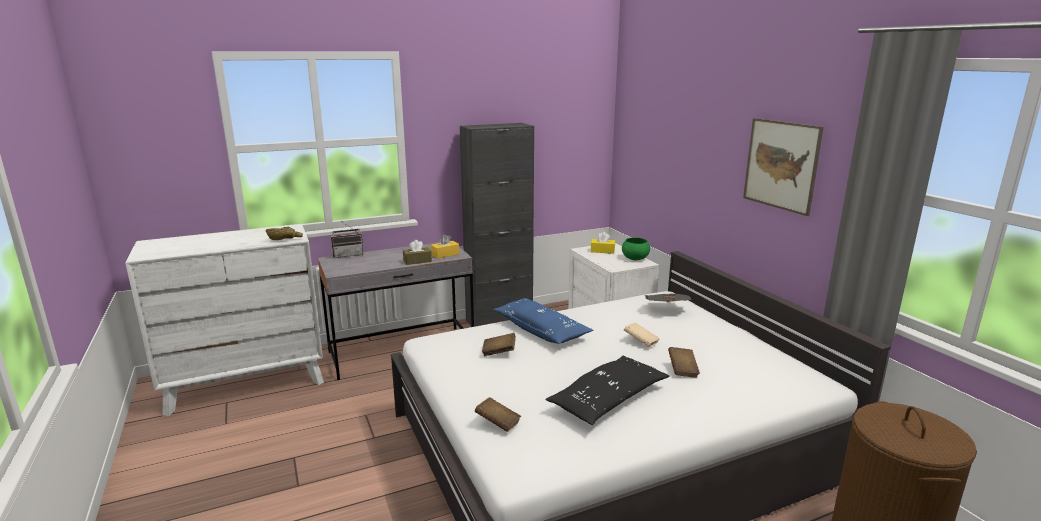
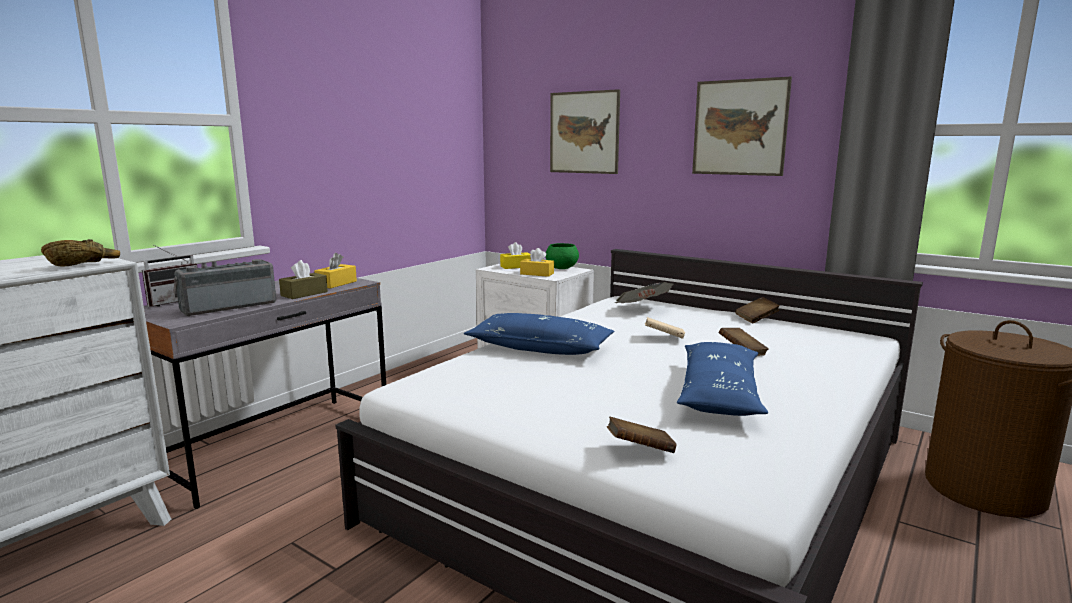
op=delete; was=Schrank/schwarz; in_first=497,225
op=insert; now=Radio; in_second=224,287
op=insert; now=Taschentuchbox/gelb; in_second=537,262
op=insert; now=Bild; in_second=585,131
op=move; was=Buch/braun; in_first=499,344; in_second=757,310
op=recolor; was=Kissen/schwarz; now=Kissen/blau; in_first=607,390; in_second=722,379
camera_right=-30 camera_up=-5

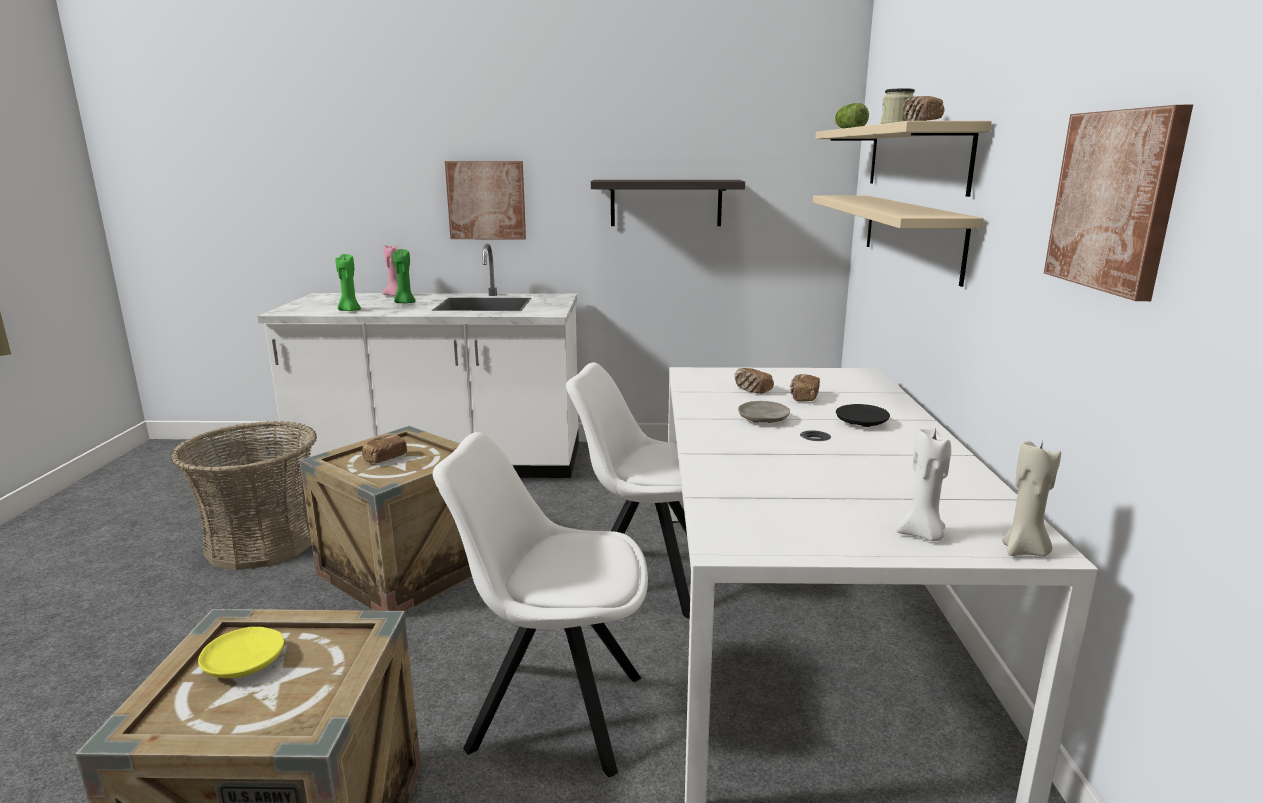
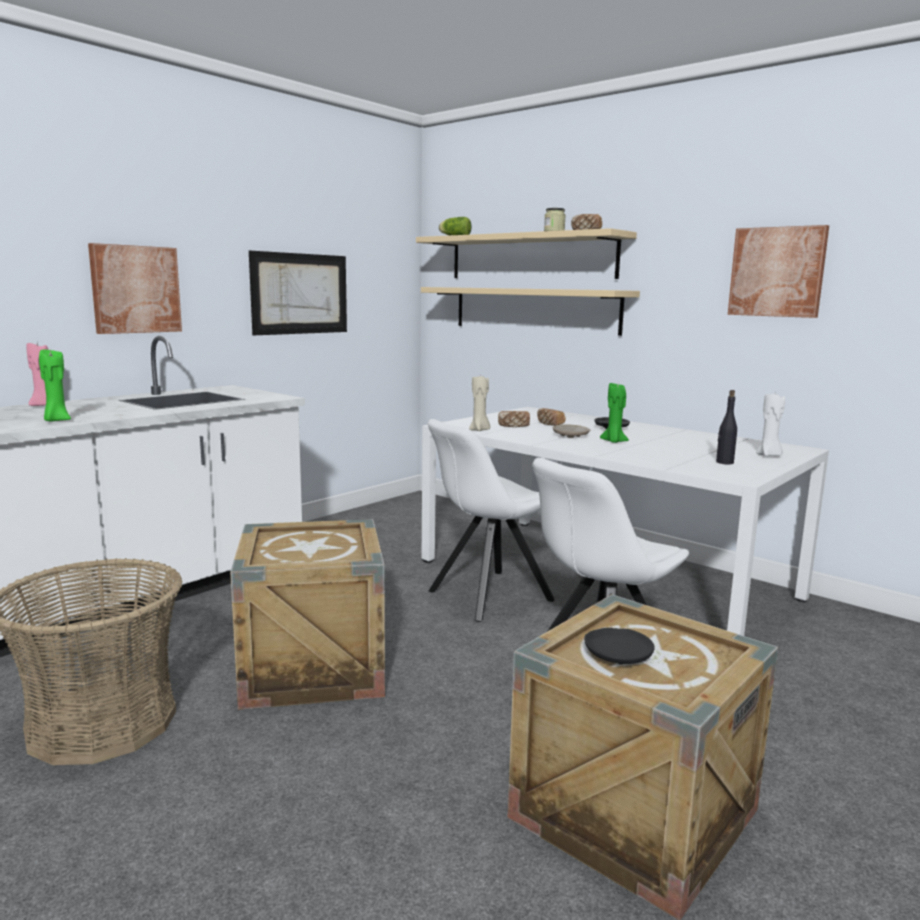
op=delete; was=Brot; in_first=384,449
op=insert; now=Flasche/schwarz; in_second=726,427
op=move; was=Kerze/grün; in_first=404,276; in_second=614,413
op=move; was=Kerze/beige; in_first=1031,498; in_second=479,402
op=replace; was=Wandregal; now=Bild; in_first=668,203; in_second=298,293
op=recolor; was=Teller/gelb; now=Teller/schwarz; in_first=241,652; in_second=619,646
camera_right=-50 camera_up=-5

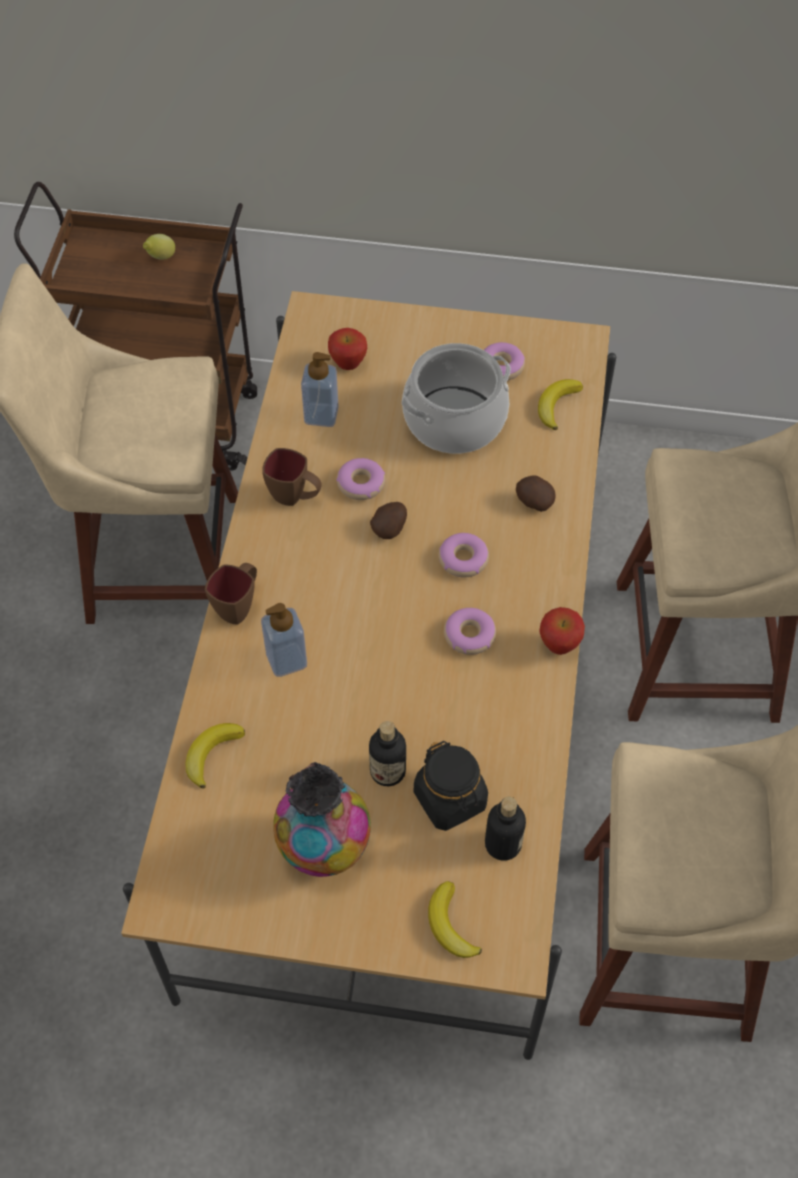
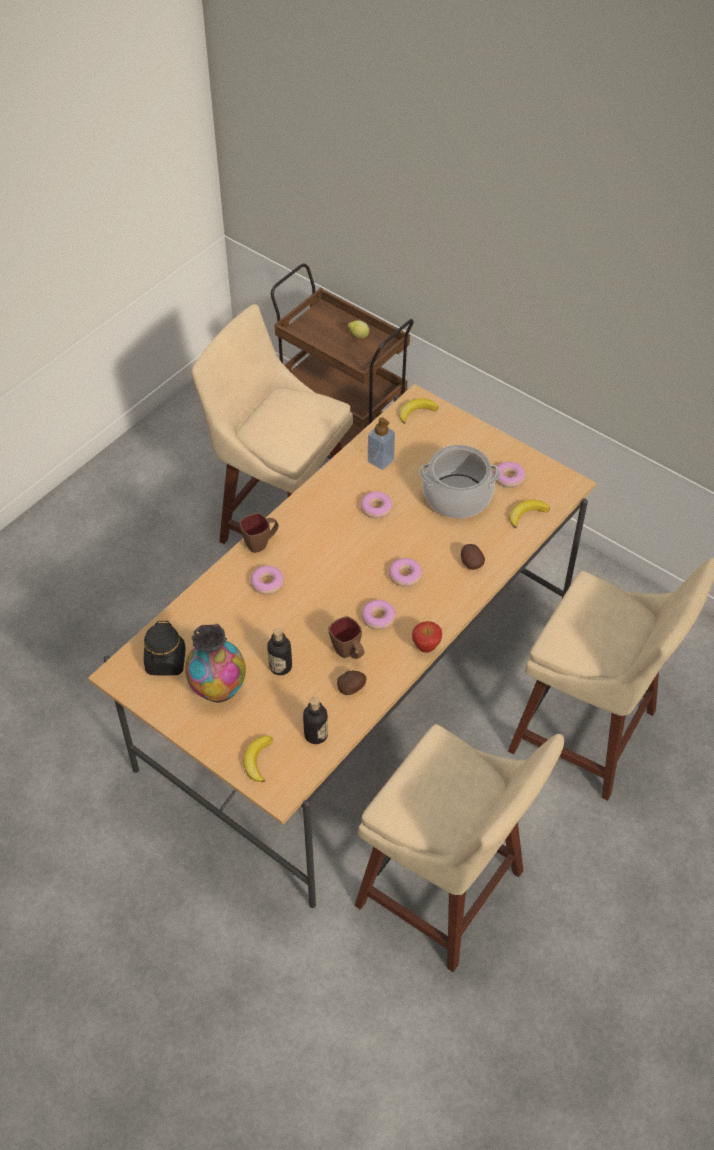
op=delete; was=Apfel; in_first=347,349
op=move; was=Banane; in_first=215,756; in_second=418,411
op=move; was=Henkelbecher/braun; in_first=292,477; in_second=346,637
op=move; was=Kartoffel; in_first=388,520; in_second=351,683
op=move; was=Vorratsglas/schwarz; in_first=451,786; in_second=165,648
op=replace; was=Seifenspender; now=Donut; in_first=284,640; in_second=267,580
camera_right=30 camera_up=-5

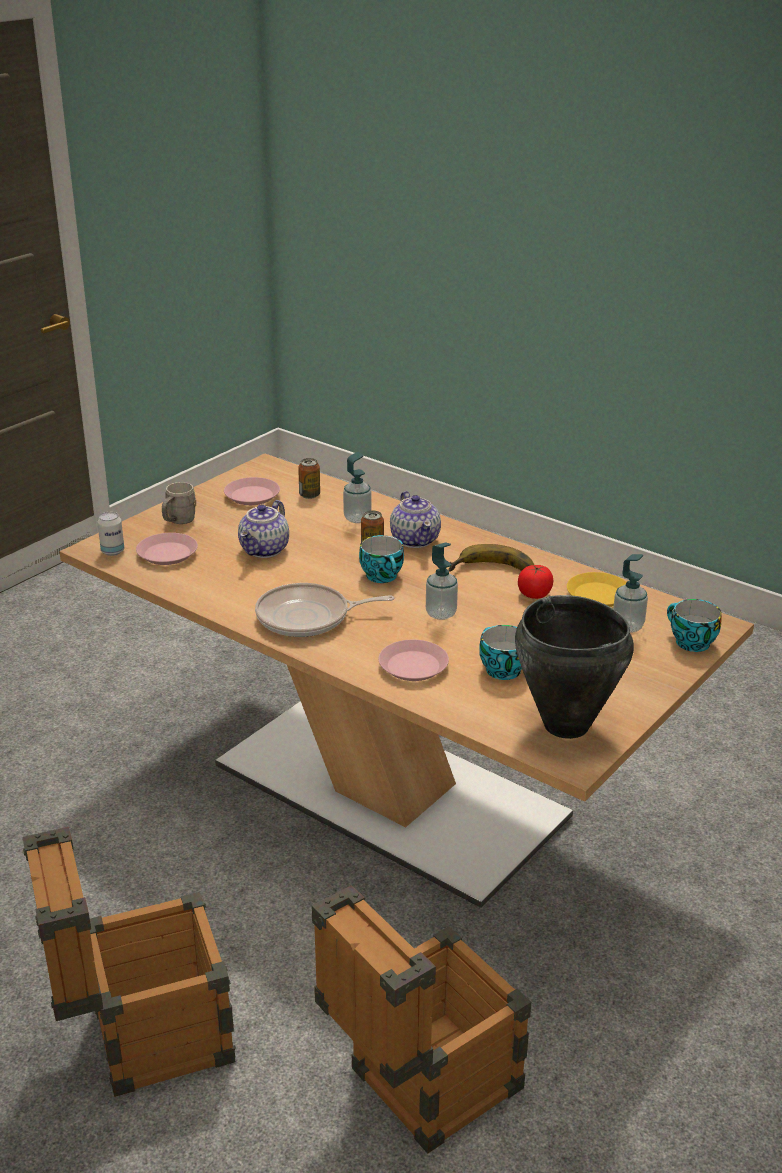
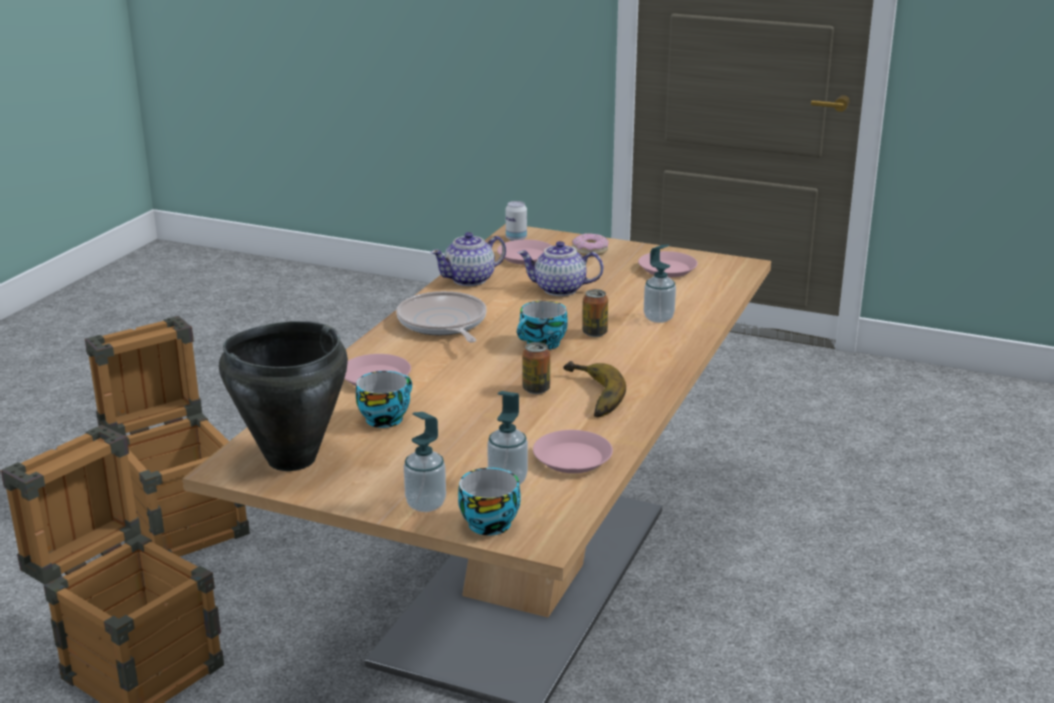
op=delete; was=Tomate; in_first=535,582
op=move; was=Dose; in_first=309,478; in_second=536,368
op=move; was=Teekanne; in_first=415,519; in_second=468,259
op=move; was=Seifenspender; in_first=442,581; in_second=425,462
op=replace; was=Henkelbecher/grau; now=Donut; in_first=179,503; in_second=590,244
op=recolor; was=Teller/gelb; now=Teller/rosa; in_first=596,589; in_second=573,451
camera_right=75 camera_up=-5

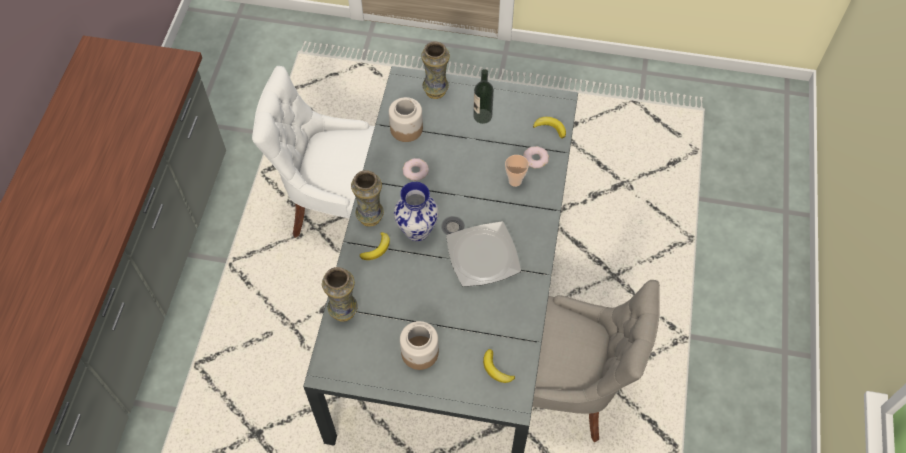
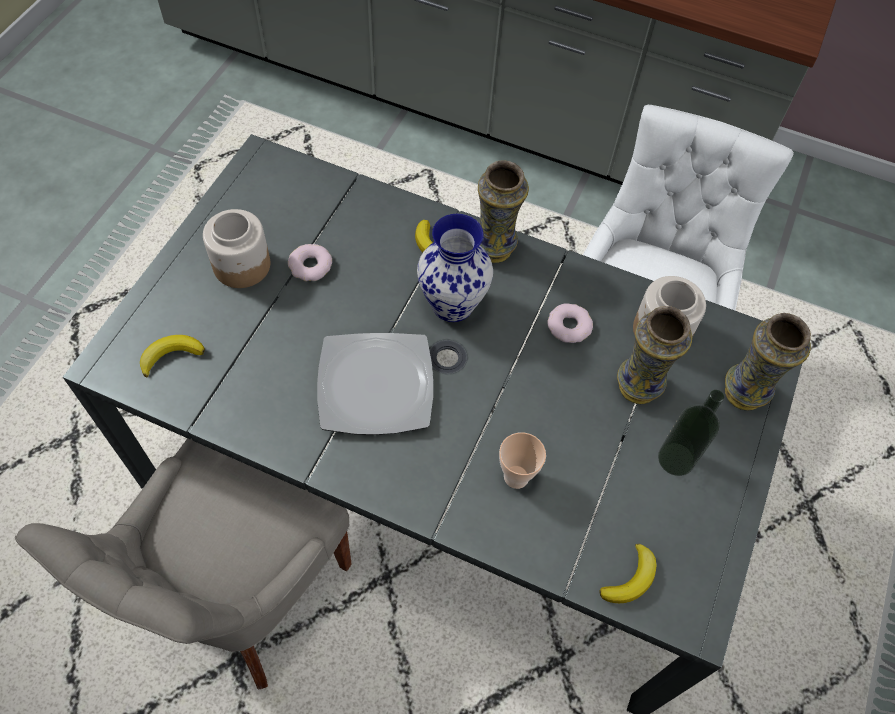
op=move; was=Vase; in_first=340,294; in_second=654,355
op=move; was=Donut; in_first=536,157; in_second=310,262
camera_right=100 camera_up=0

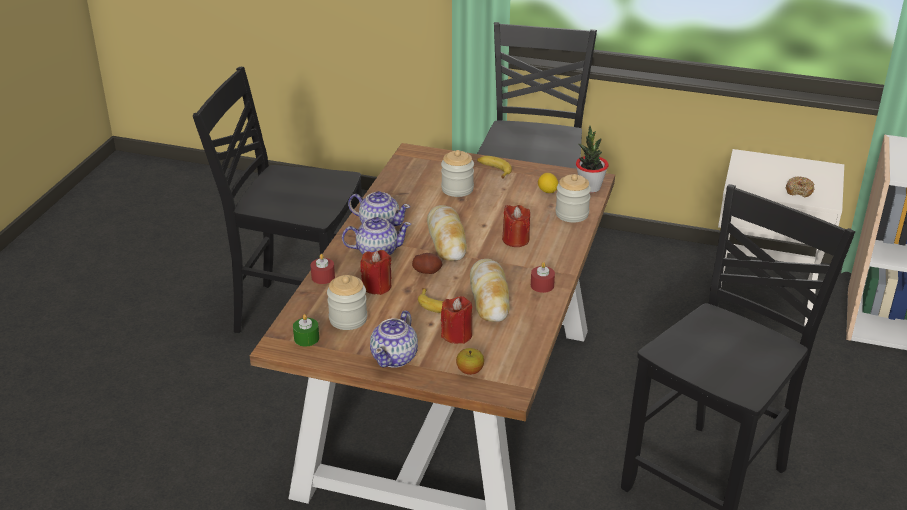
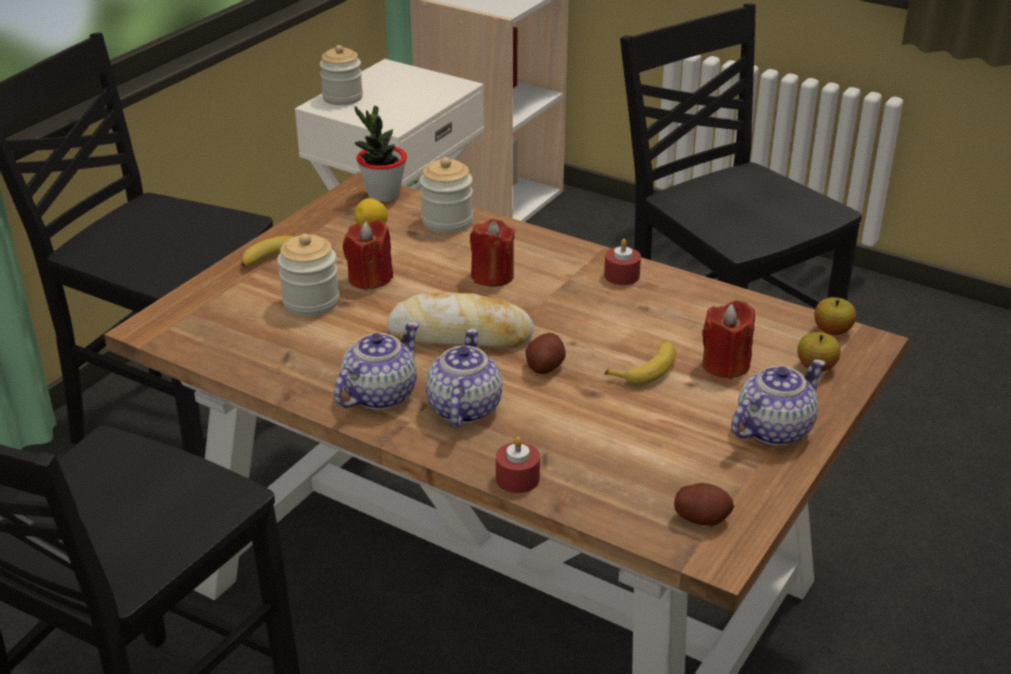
op=delete; was=Brot; in_first=490,290
op=delete; was=Donut; in_first=800,186
op=insert; now=Apfel; in_second=835,316
op=move; was=Vorratsglas; in_first=347,302; in_second=341,75
op=move; was=Kerze/rot; in_first=376,272; in_second=368,255
op=replace; was=Kerze/grün; now=Kartoffel; in_first=306,330; in_second=704,504
op=rotate; was=Teekanne; in_first=394,339; in_second=778,402; clockwise=-75
camera_right=-75 camera_up=0

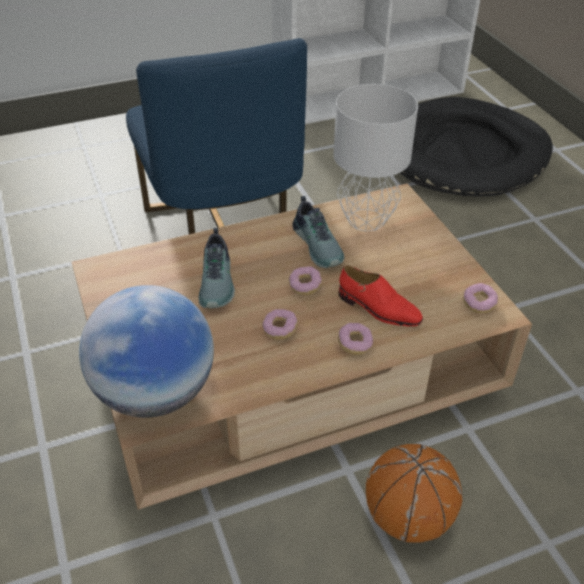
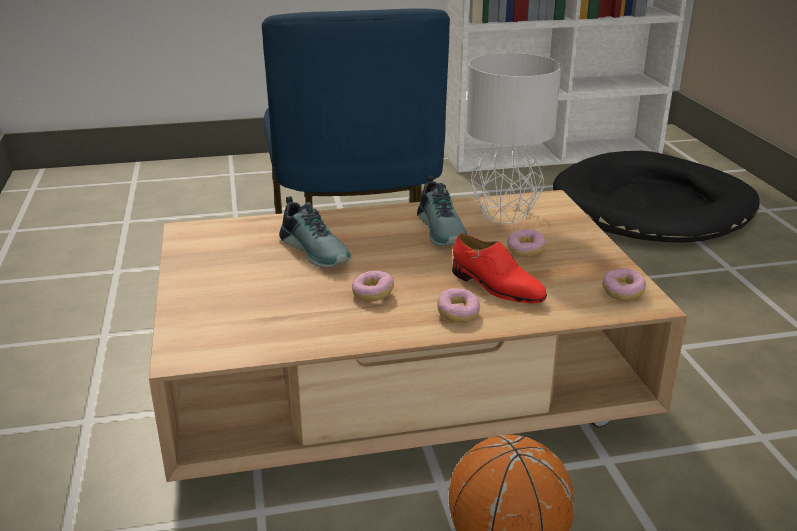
op=delete; was=Globus; in_first=146,351
op=move; was=Donut; in_first=305,280; in_second=526,243
op=rotate; was=Schuh; in_first=217,268; in_second=315,232; clockwise=-45
camera_right=10 camera_up=-15

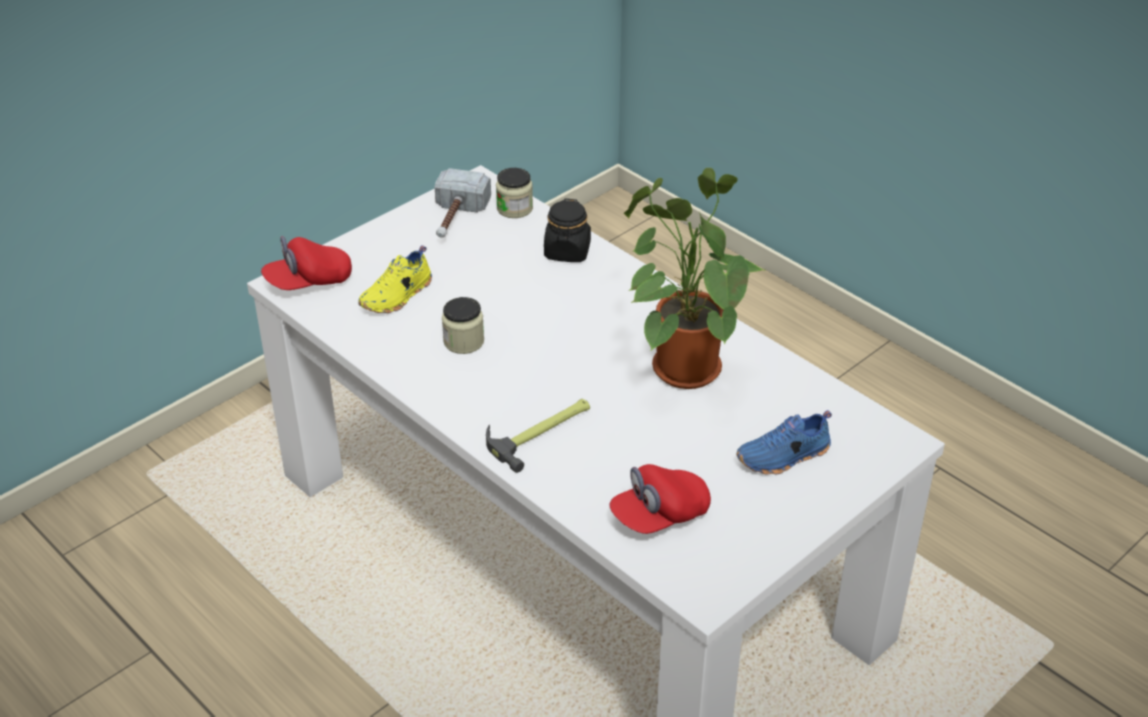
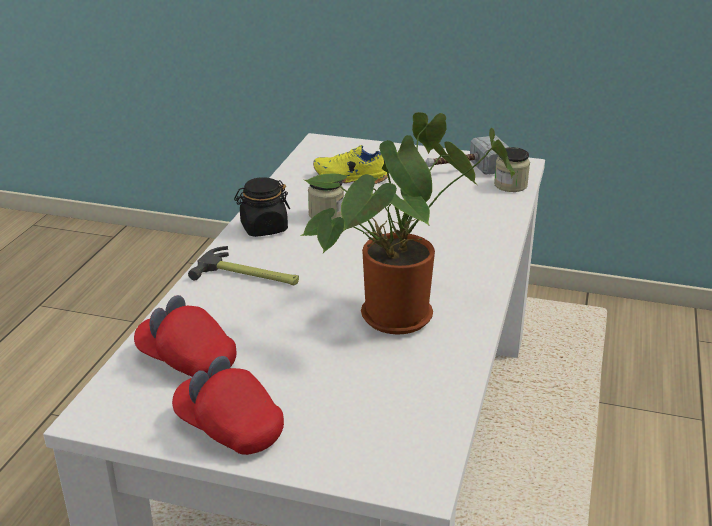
op=delete; was=Schuh/blau; in_first=784,442
op=move; was=Kappe/rot; in_first=306,263; in_second=228,405
op=move; was=Vorratsglas/schwarz; in_first=567,230; in_second=262,207
camera_right=60 camera_up=-10

